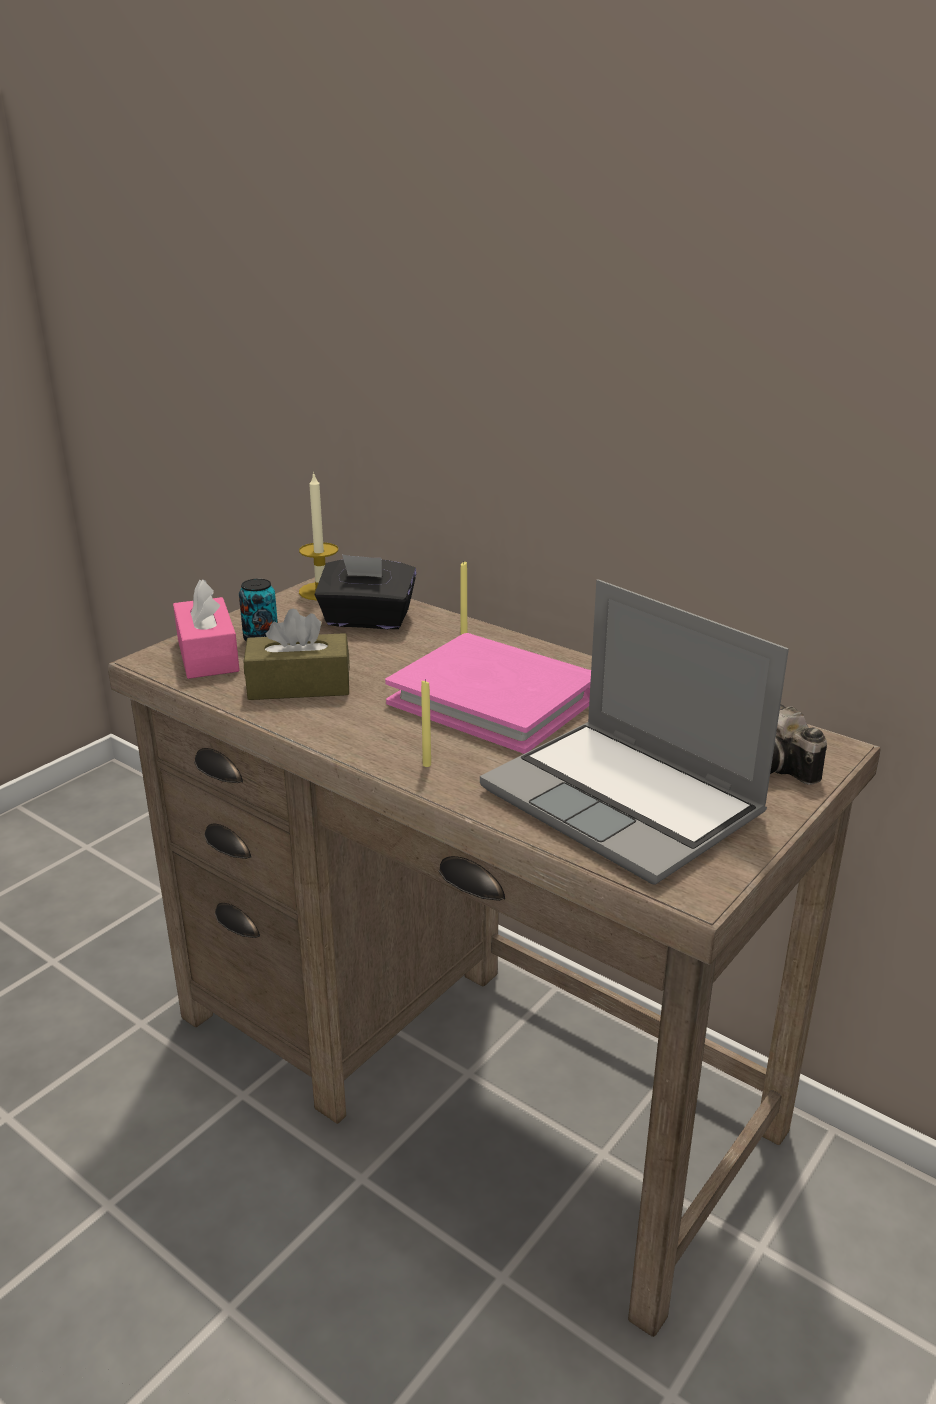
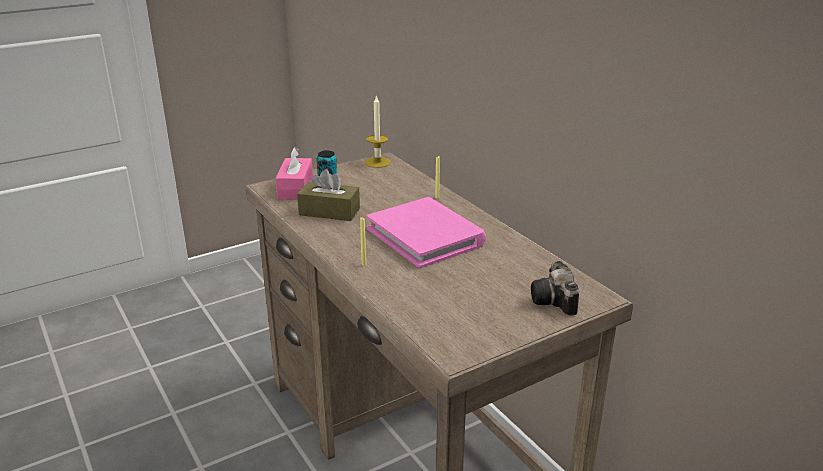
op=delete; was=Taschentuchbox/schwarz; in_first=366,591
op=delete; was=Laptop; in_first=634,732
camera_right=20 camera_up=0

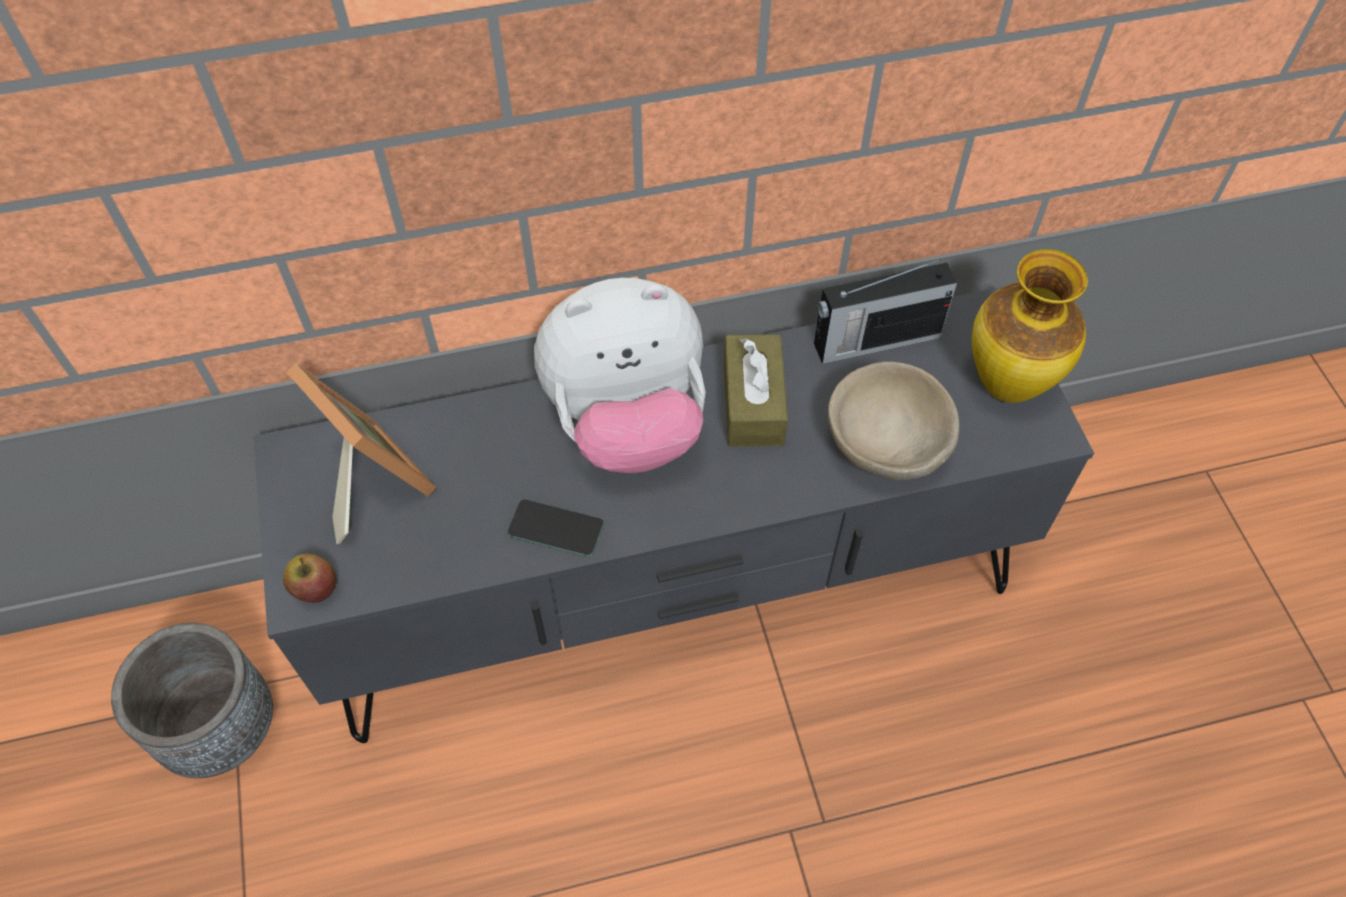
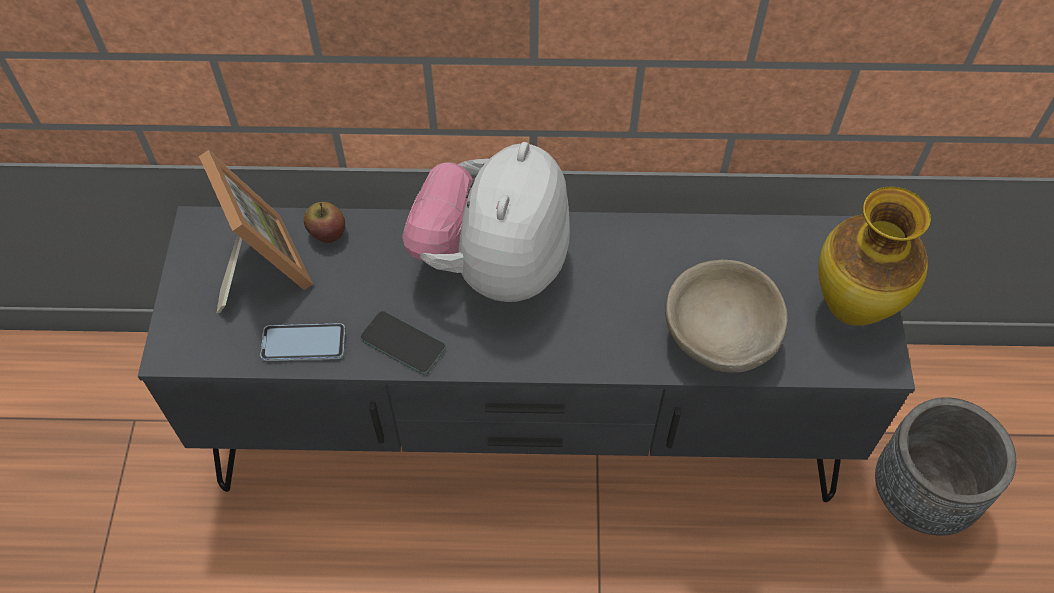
op=delete; was=Taschentuchbox/braun; in_first=756,390
op=delete; was=Radio; in_first=885,311
op=insert; now=Handy; in_second=302,342
op=move; was=Pflanzkübel/grau; in_first=192,700; in_second=945,466
op=move; was=Apfel; in_first=309,578; in_second=324,222
op=rotate; was=Plüschtier; in_first=620,375; in_second=486,222; clockwise=105
camera_right=15 camera_up=0

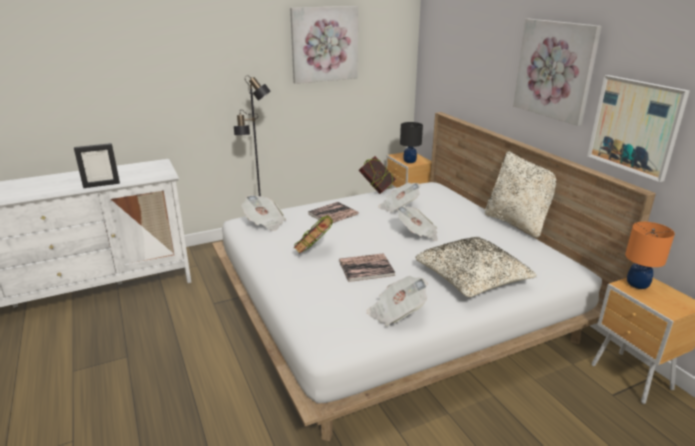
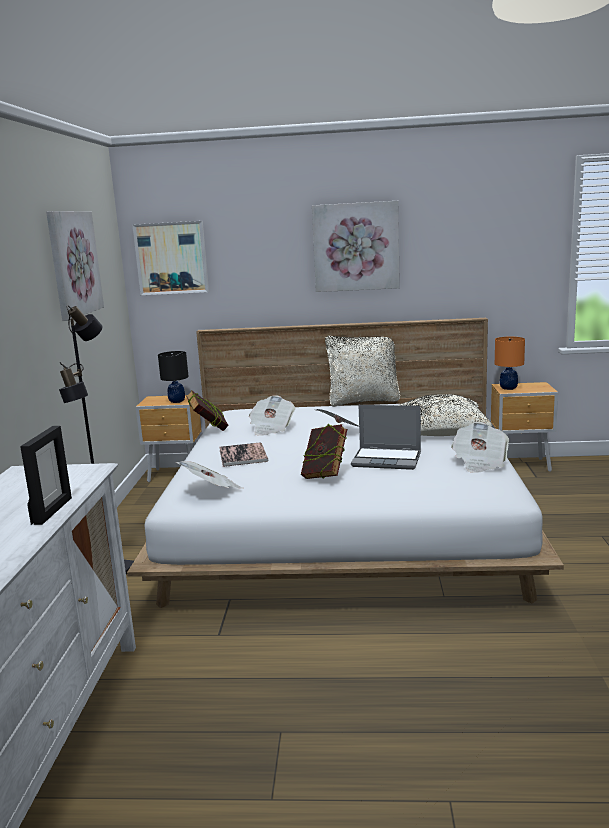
op=move; was=Bild; in_first=638,128; in_second=170,258
op=replace; was=Buch; now=Laptop; in_first=367,267; in_second=386,437
camera_right=-60 camera_up=-10

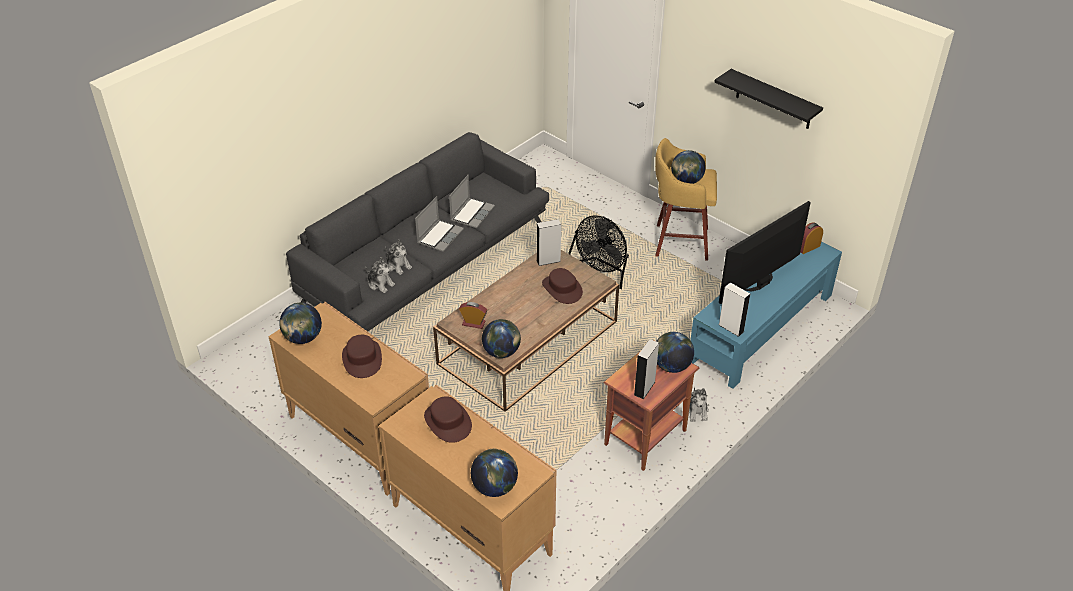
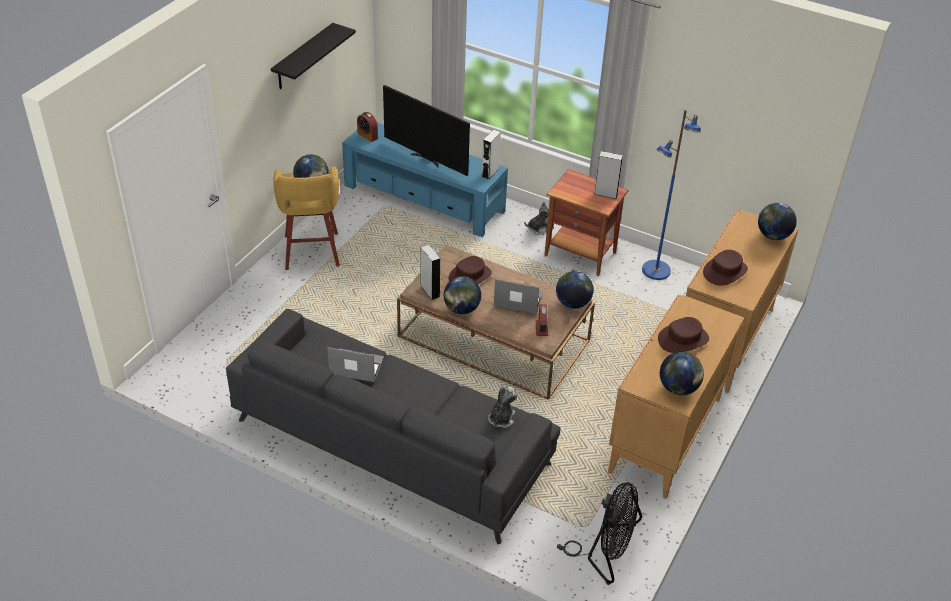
op=delete; was=Plüschtier; in_first=398,257
op=insert; now=Stehlampe/blau; in_second=671,195
op=move; was=Laptop; in_first=439,224; in_second=518,296
op=move; was=Ventilator/schwarz; in_first=598,252; in_second=599,533
op=move; was=Globus; in_first=675,352; in_second=462,295
camera_right=-105 camera_up=0

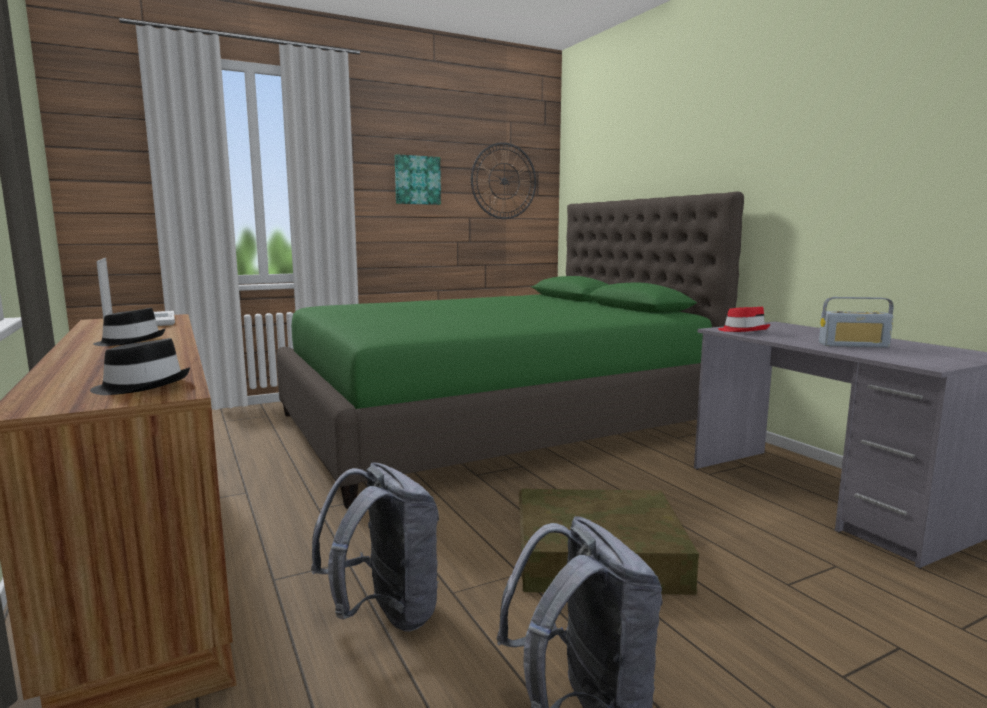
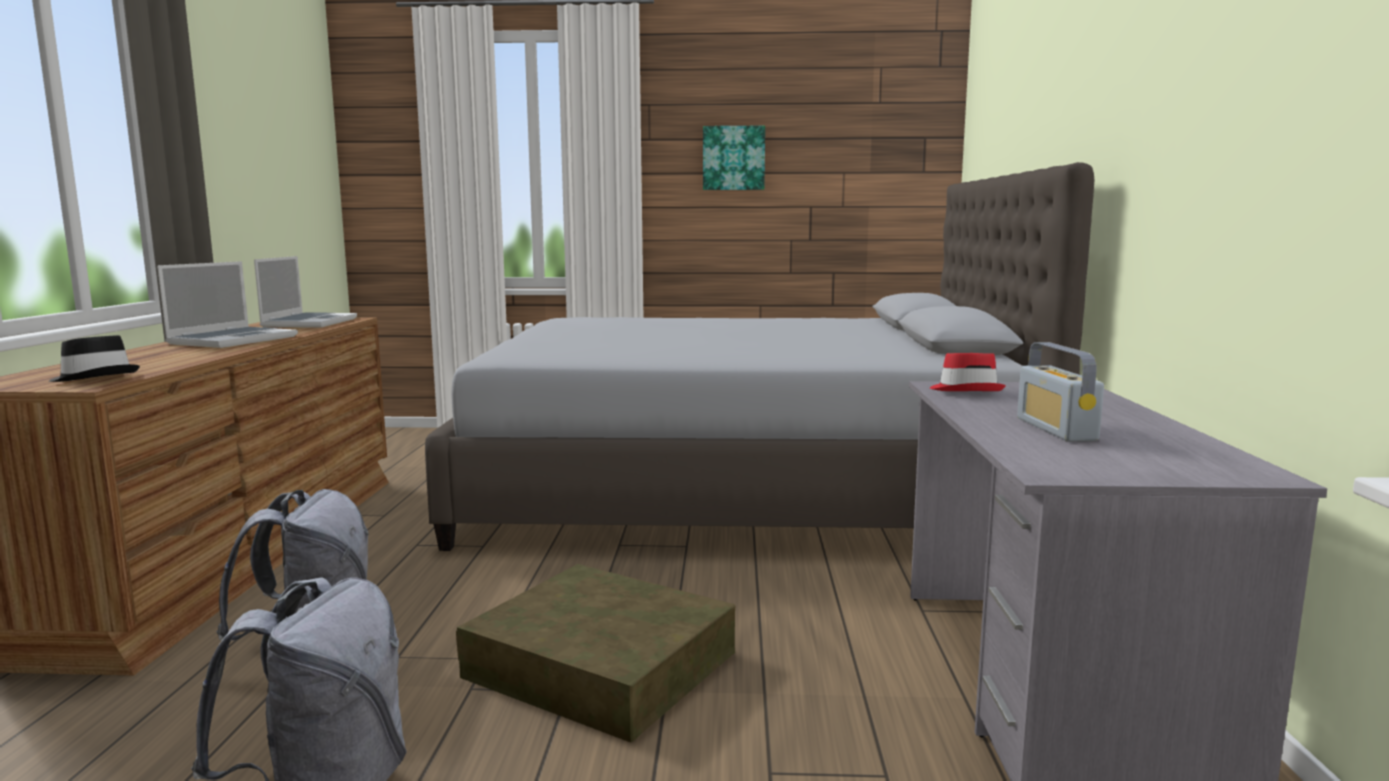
op=delete; was=Wanduhr; in_first=503,180
op=replace; was=Hut/schwarz; now=Laptop; in_first=129,327; in_second=227,304
op=recolor; was=Bett/grün; now=Bett/grau; in_first=510,350; in_second=759,356
op=rotate; was=Radio; in_first=856,322; in_second=1060,392; clockwise=45
camera_right=30 camera_up=0

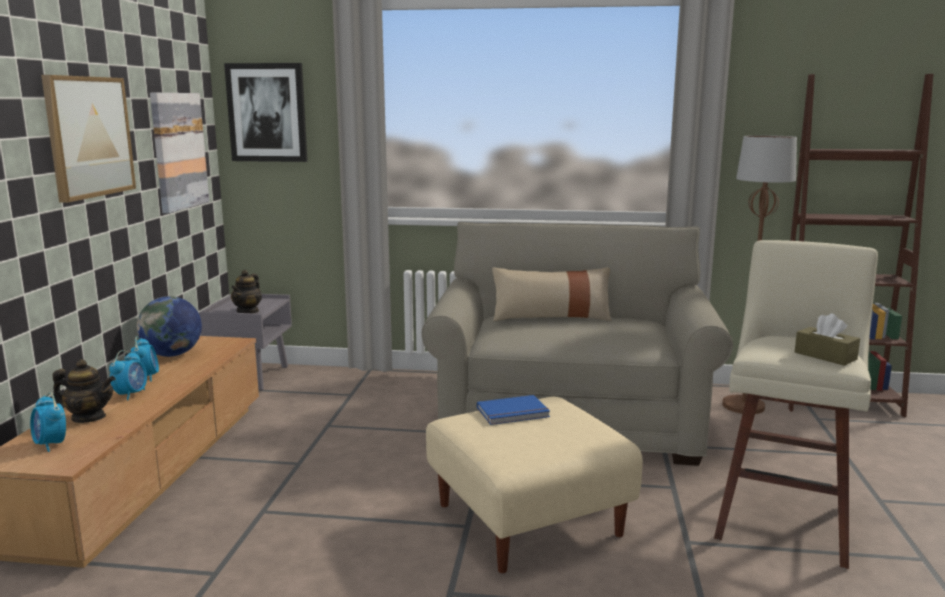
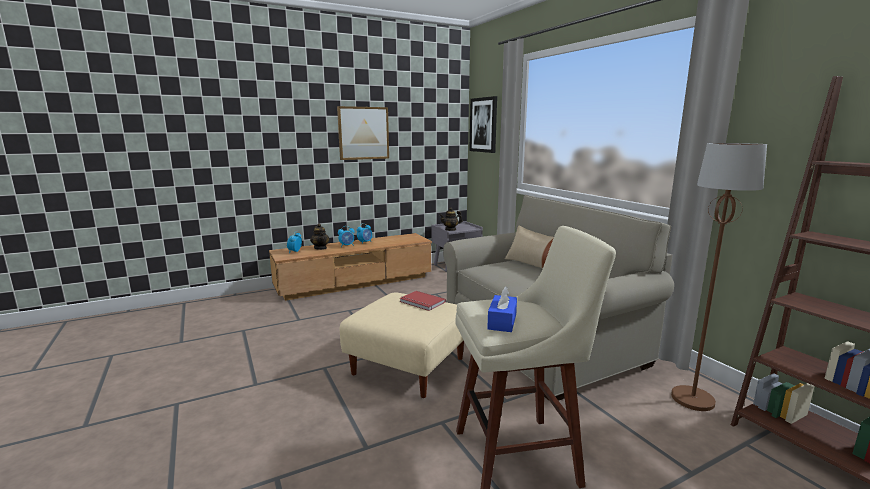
op=delete; was=Globus; in_first=169,326
op=delete; was=Bild; in_first=179,153
op=recolor; was=Buch/blau; now=Buch/rot; in_first=513,410; in_second=423,301
op=recolor; was=Taschentuchbox/braun; now=Taschentuchbox/blau; in_first=827,339; in_second=502,309
camera_right=55 camera_up=0

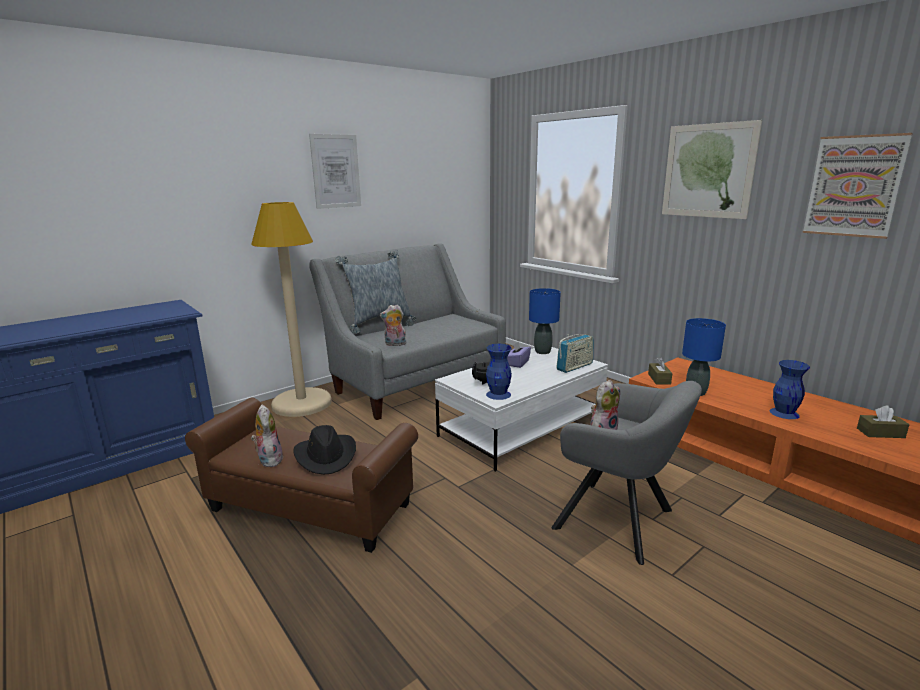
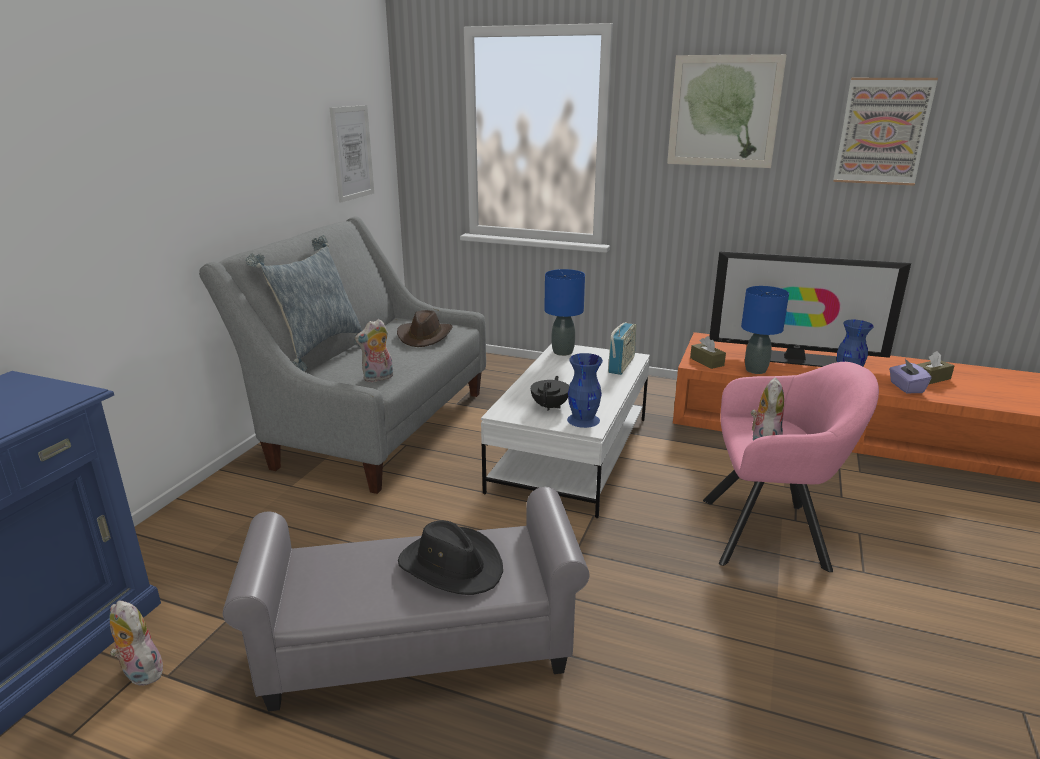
op=delete; was=Stehlampe/beige; in_first=291,309
op=insert; now=Hut/braun; in_second=425,328
op=insert; now=Fernseher; in_second=810,309
op=move; was=Plüschtier; in_first=267,436; in_second=138,643
op=move; was=Bild; in_first=335,171; in_second=352,154
op=move; was=Taschentuchbox/lila; in_first=519,354; in_second=910,376
op=recolor; was=Polsterhocker/braun; now=Polsterhocker/grau; in_first=301,475; in_second=406,599
op=recolor; was=Sessel/grau; now=Sessel/rosa; in_first=627,473; in_second=791,467
camera_right=-30 camera_up=5

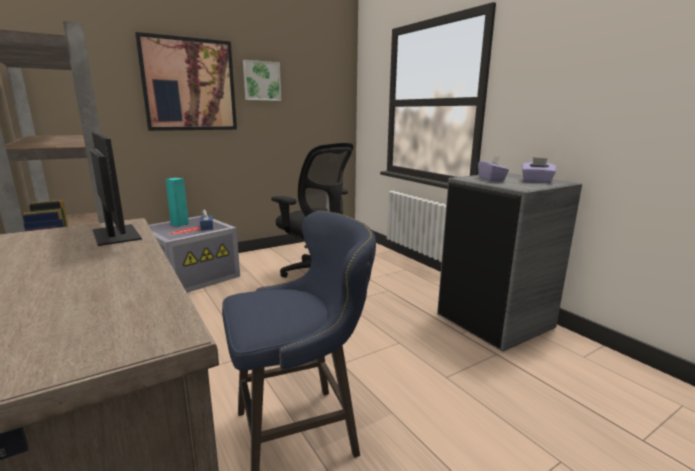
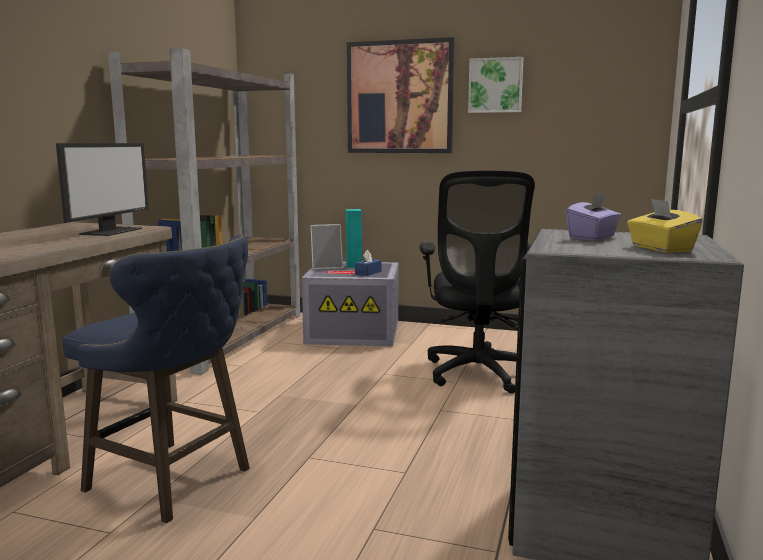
op=insert; now=Bilderrahmen; in_second=326,247
op=recolor; was=Taschentuchbox/lila; now=Taschentuchbox/gelb; in_first=539,170; in_second=665,225
camera_right=50 camera_up=-5

